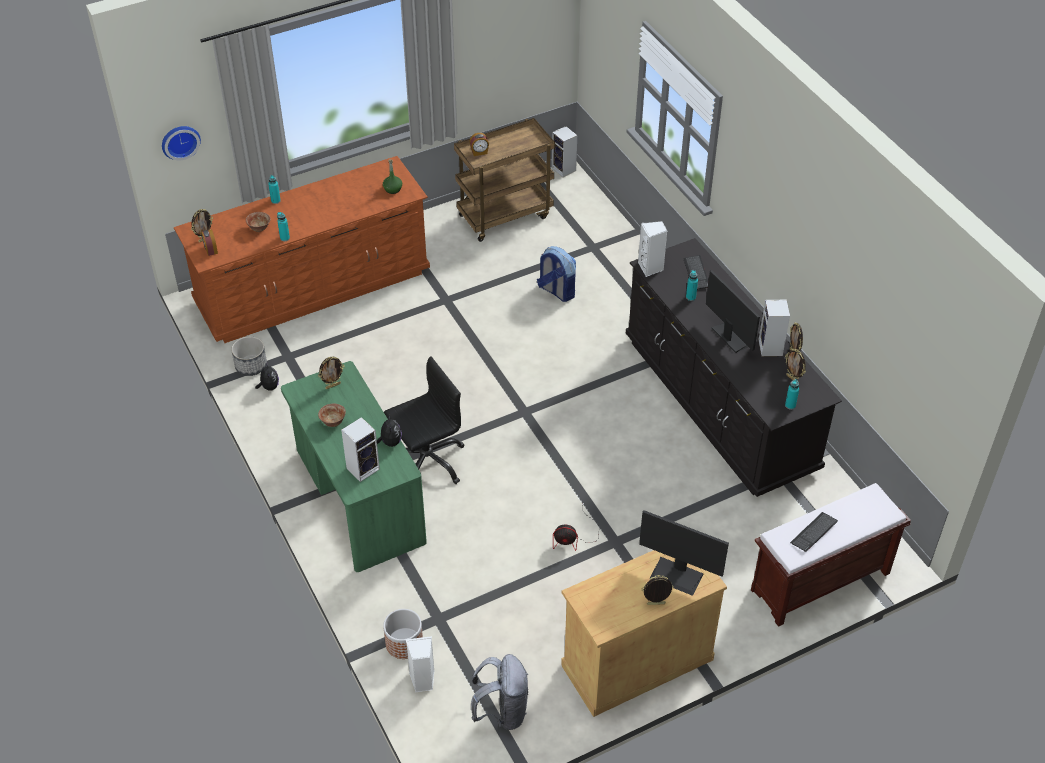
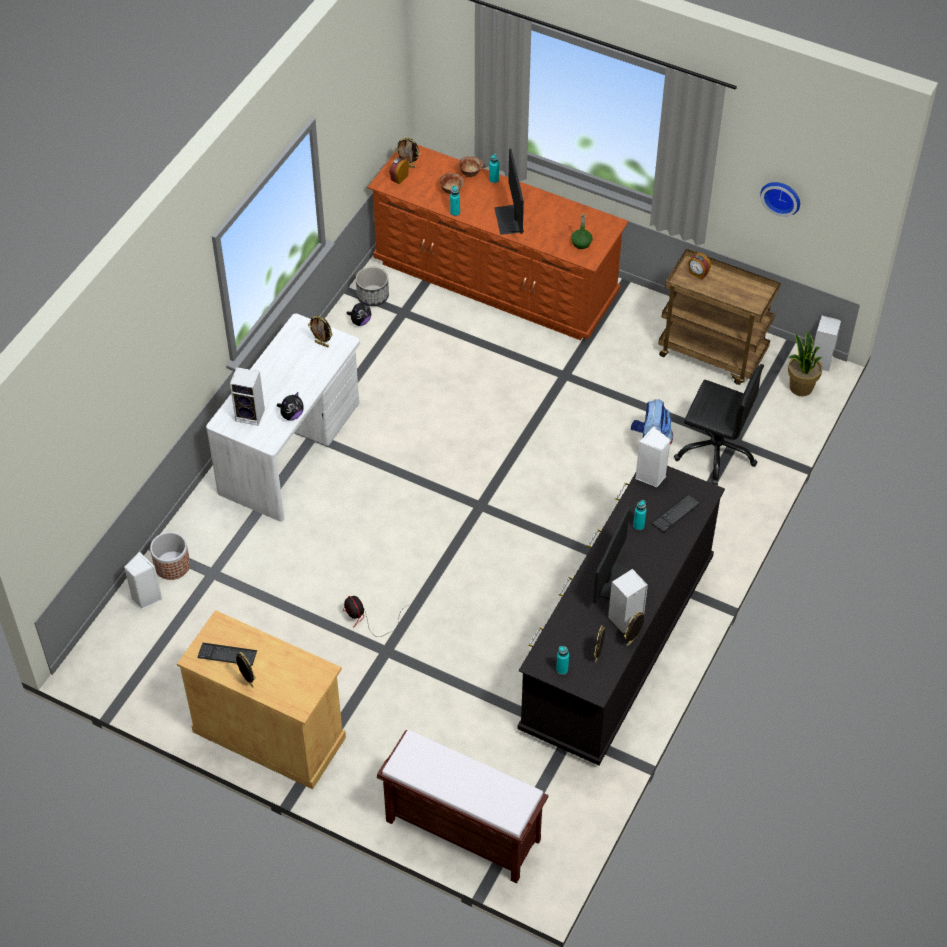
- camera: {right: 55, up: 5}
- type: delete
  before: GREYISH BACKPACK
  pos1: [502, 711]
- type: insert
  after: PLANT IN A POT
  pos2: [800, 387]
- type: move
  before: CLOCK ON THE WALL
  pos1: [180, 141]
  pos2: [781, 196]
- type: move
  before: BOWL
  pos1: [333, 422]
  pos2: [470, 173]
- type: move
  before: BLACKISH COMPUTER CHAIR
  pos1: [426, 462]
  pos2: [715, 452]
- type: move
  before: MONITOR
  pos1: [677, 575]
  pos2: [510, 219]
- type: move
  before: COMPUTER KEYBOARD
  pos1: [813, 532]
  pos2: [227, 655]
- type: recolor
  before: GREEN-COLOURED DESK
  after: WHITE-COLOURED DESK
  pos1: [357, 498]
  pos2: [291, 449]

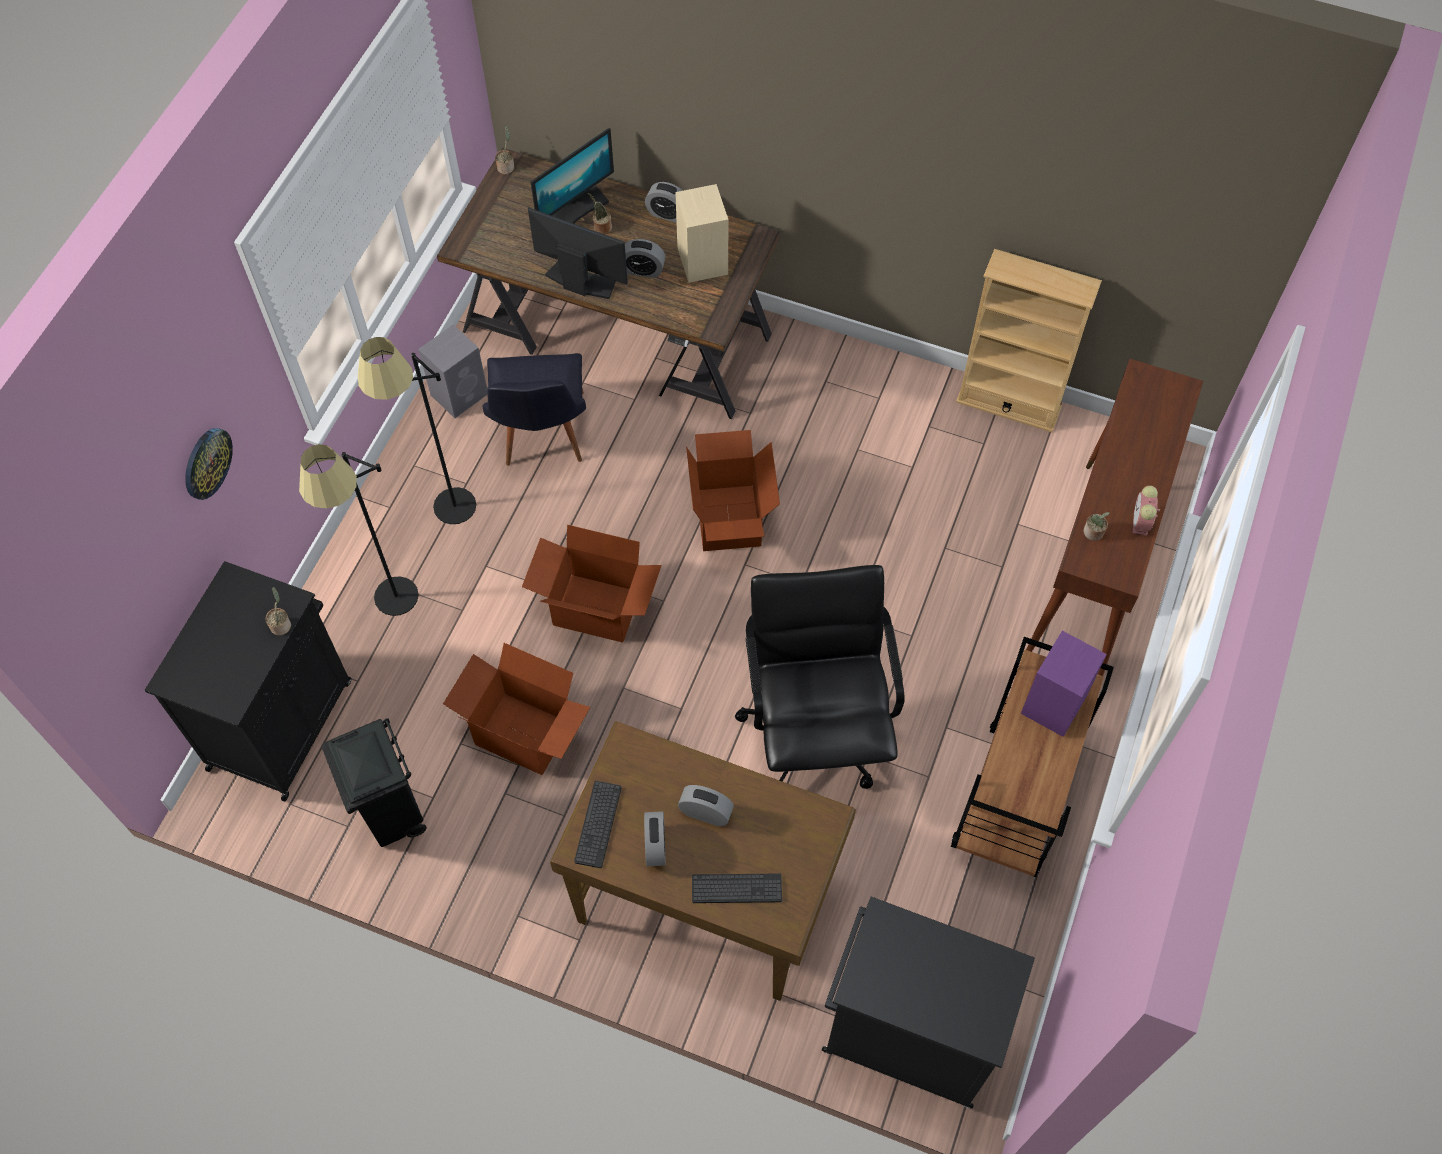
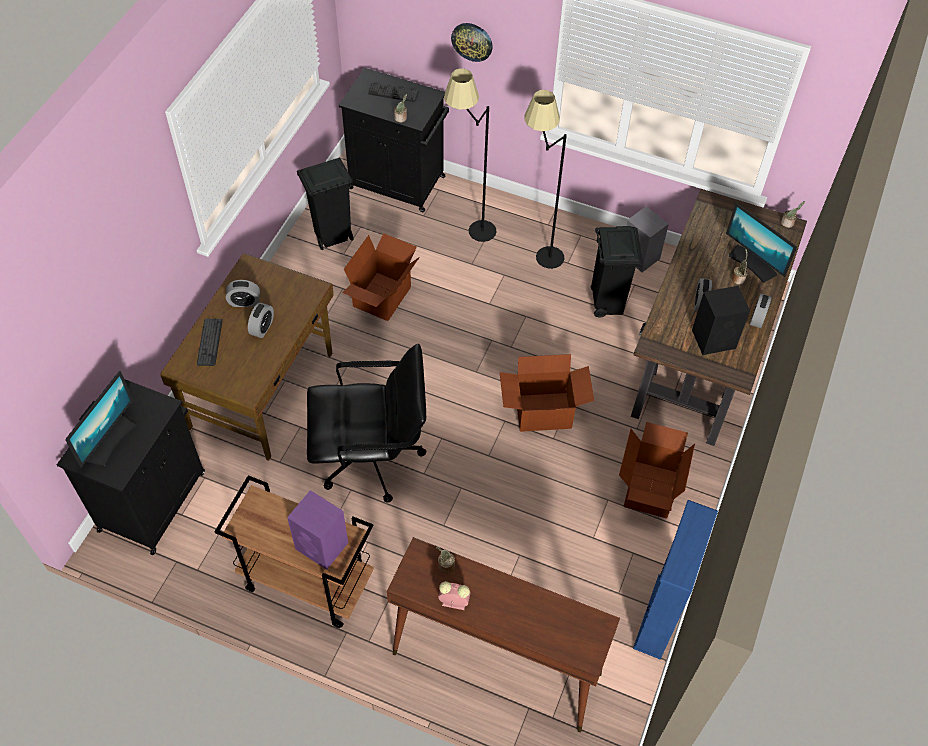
- camera: {right: 90, up: -5}
- type: move
  before: CARDBOARD BOX
  pos1: [596, 609]
  pos2: [649, 489]
- type: move
  before: MONITOR
  pos1: [580, 281]
  pos2: [109, 440]
- type: move
  before: COMPUTER KEYBOARD
  pos1: [598, 824]
  pos2: [393, 93]
- type: replace
  before: BLACKISH UPRIGHT CHAIR
  after: BLACKISH WASTE BIN
  pos1: [542, 437]
  pos2: [607, 303]
- type: recolor
  before: BEIGE AUDIO SPEAKER
  after: BLACKISH AUDIO SPEAKER
  pos1: [702, 260]
  pos2: [714, 339]
- type: recolor
  before: BEIGE BOOKCASE
  after: BLUE BOOKCASE
  pos1: [1008, 404]
  pos2: [659, 616]

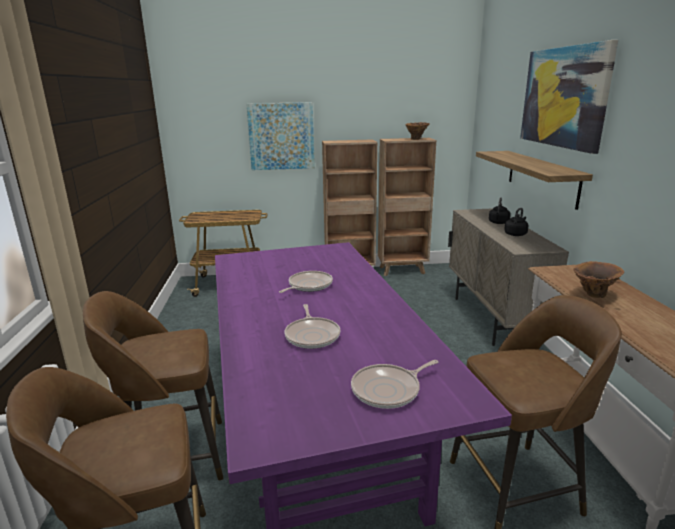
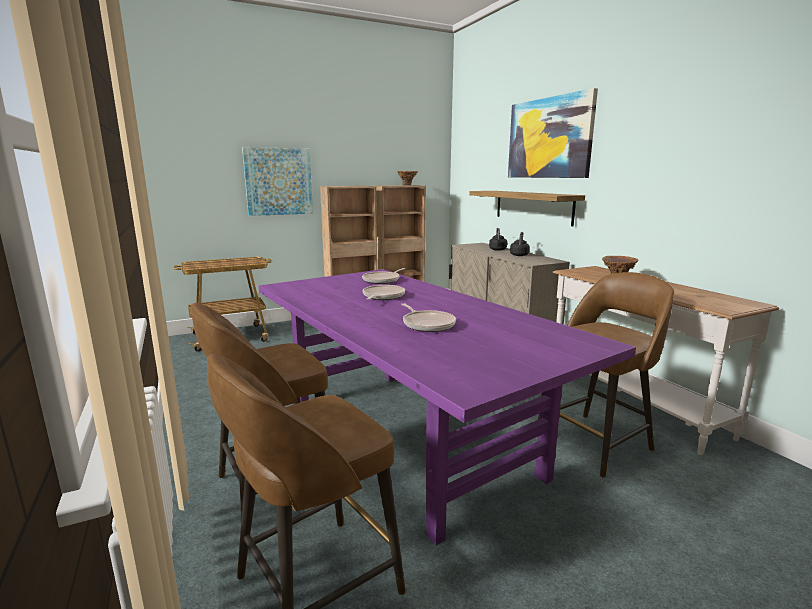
- camera: {right: -20, up: -5}
- type: move
  before: SKILLET
  pos1: [388, 390]
  pos2: [382, 280]

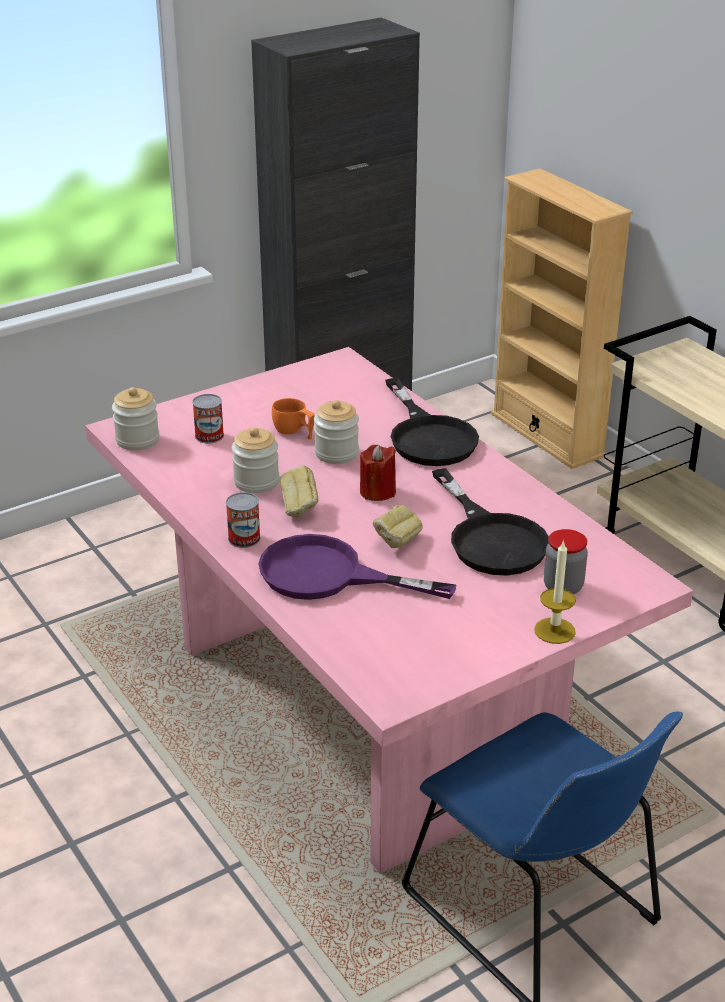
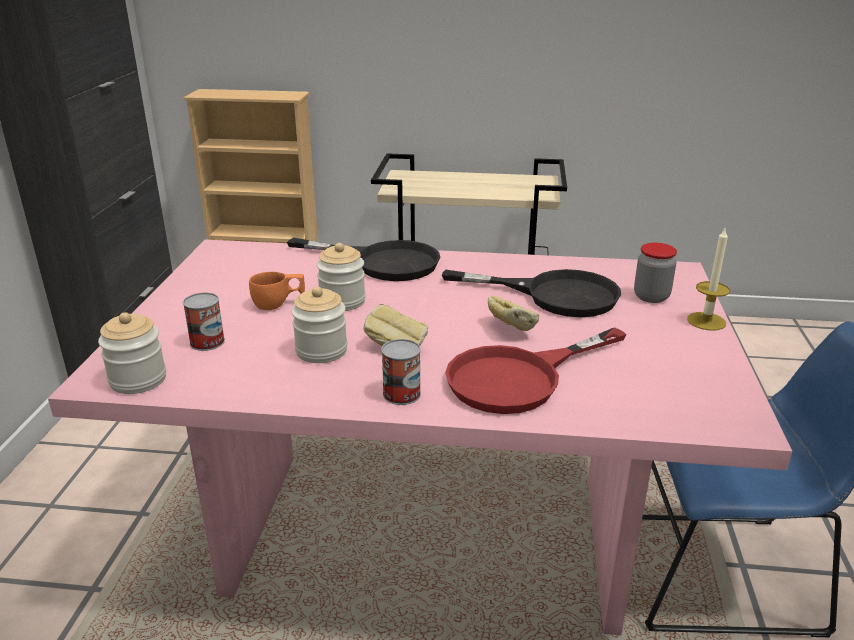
- camera: {right: -50, up: -5}
- type: delete
  before: RED WAX LIGHT
  pos1: [377, 492]
- type: recolor
  before: PURPLE SKILLET
  after: RED SKILLET
  pos1: [329, 575]
  pos2: [519, 377]

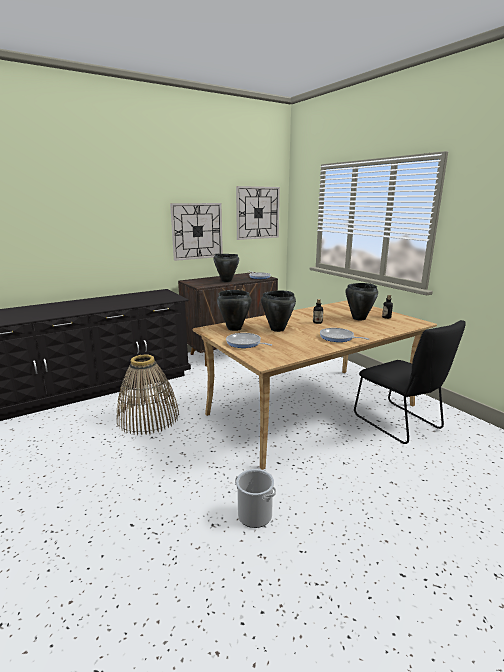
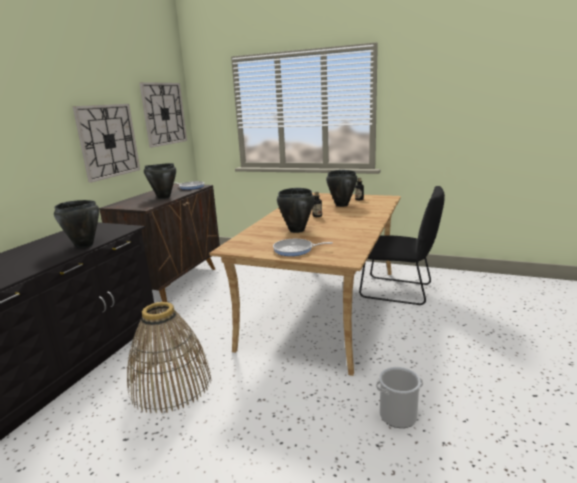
- camera: {right: -35, up: 0}
- type: delete
  before: SKILLET
  pos1: [338, 338]
- type: move
  before: BLACKISH SAUCEPOT
  pos1: [234, 328]
  pos2: [84, 245]

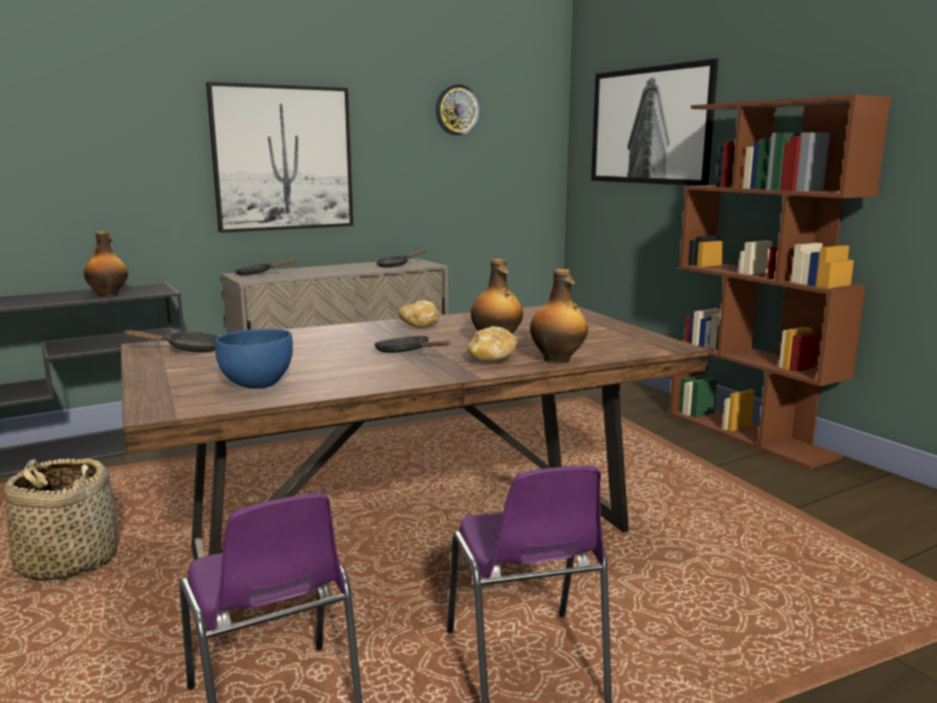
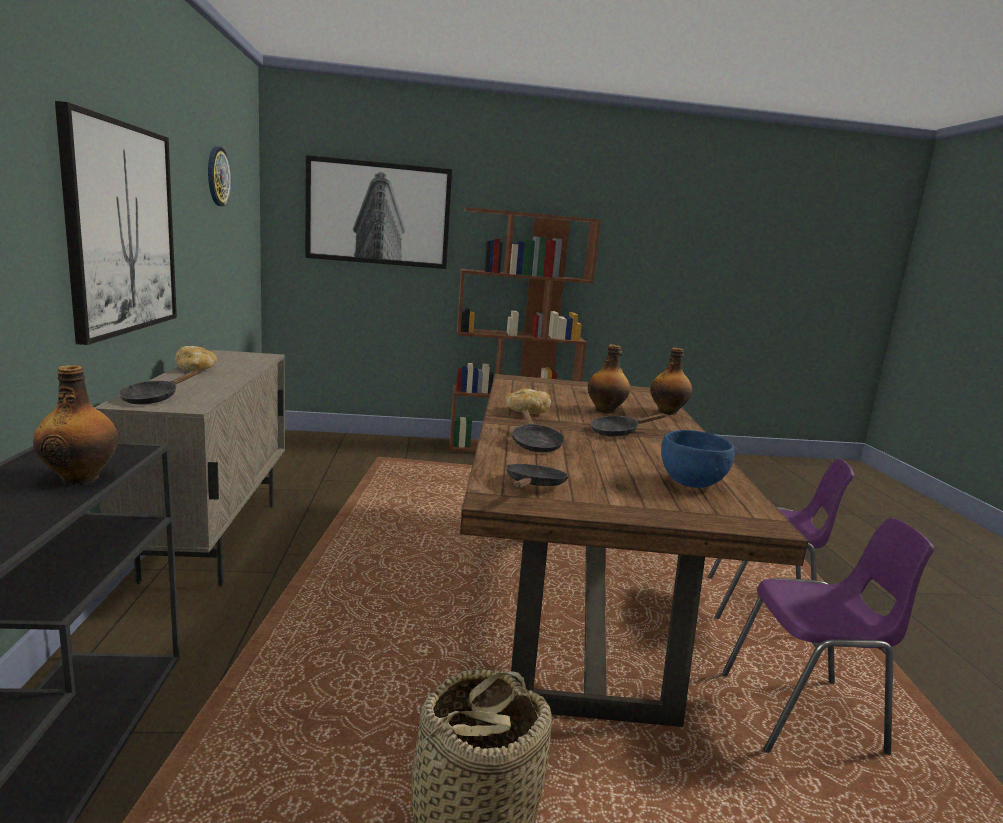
- camera: {right: -65, up: 0}
- type: move
  before: BLACKISH SKILLET
  pos1: [396, 265]
  pos2: [535, 444]
- type: move
  before: BREAD
  pos1: [491, 359]
  pos2: [196, 369]

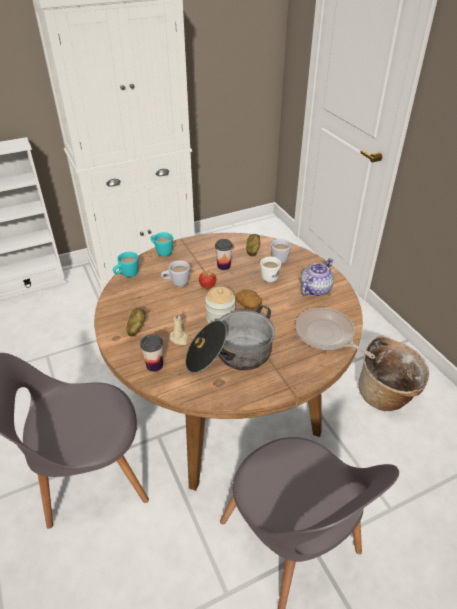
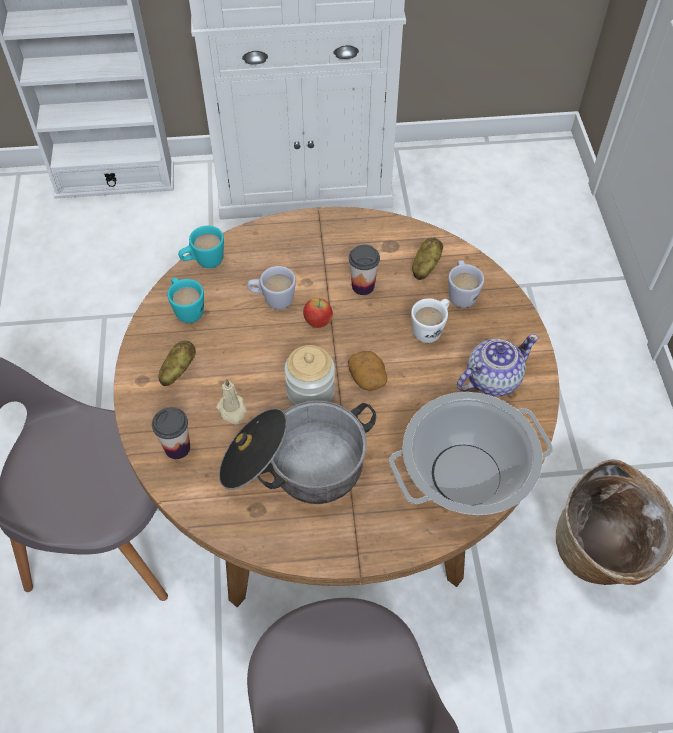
- camera: {right: 20, up: 15}
- type: move
  before: TURQUOISE-COLOURED MUG
  pos1: [162, 251]
  pos2: [187, 309]
- type: replace
  before: SKILLET
  after: SAUCEPOT
  pos1: [326, 335]
  pos2: [465, 476]

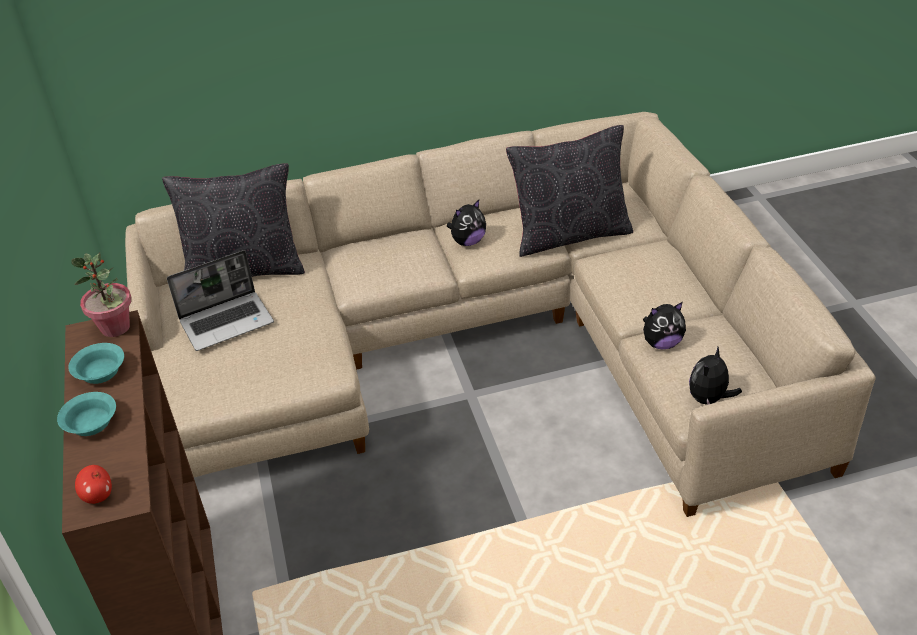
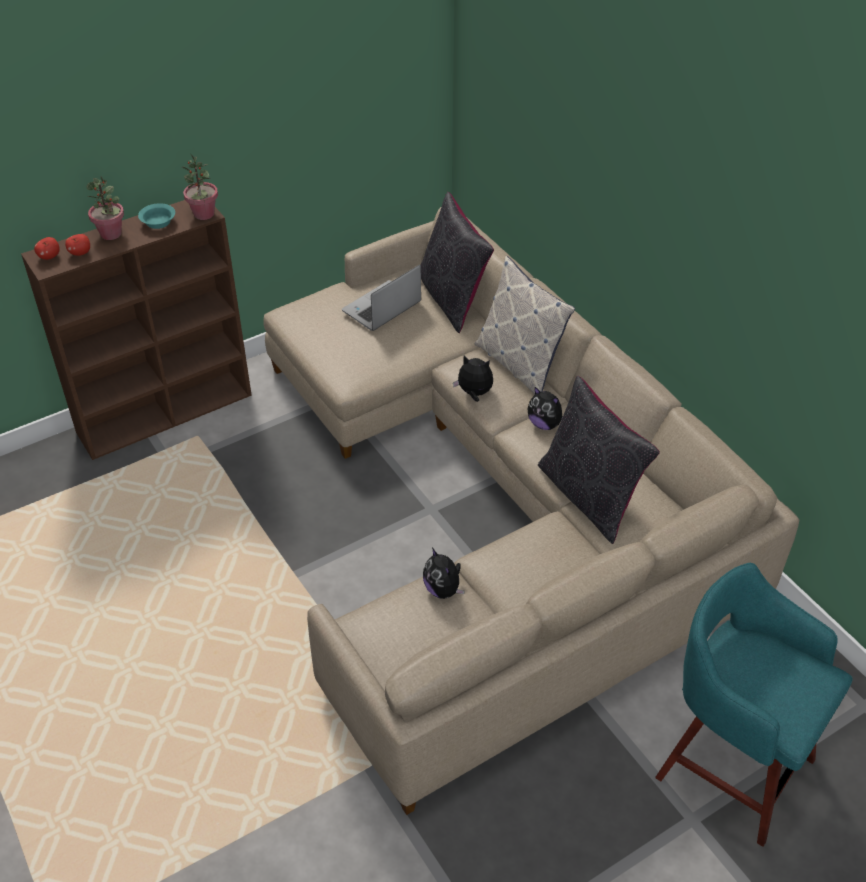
- camera: {right: 70, up: 5}
- type: insert
  after: APPLE FRUIT
  pos2: [80, 253]
- type: insert
  after: THROW PILLOW
  pos2: [519, 364]
- type: insert
  after: TURQUOISE-COLOURED STOOL
  pos2: [730, 765]
- type: move
  before: CUDDLY TOY
  pos1: [709, 399]
  pos2: [474, 393]
- type: replace
  before: TURQUOISE-COLOURED BOWL
  after: PLANT IN A POT
  pos1: [91, 422]
  pos2: [111, 234]
- type: rotate
  before: NOTEBOOK COMPUTER
  pos1: [227, 321]
  pos2: [381, 308]
  turn: 90

